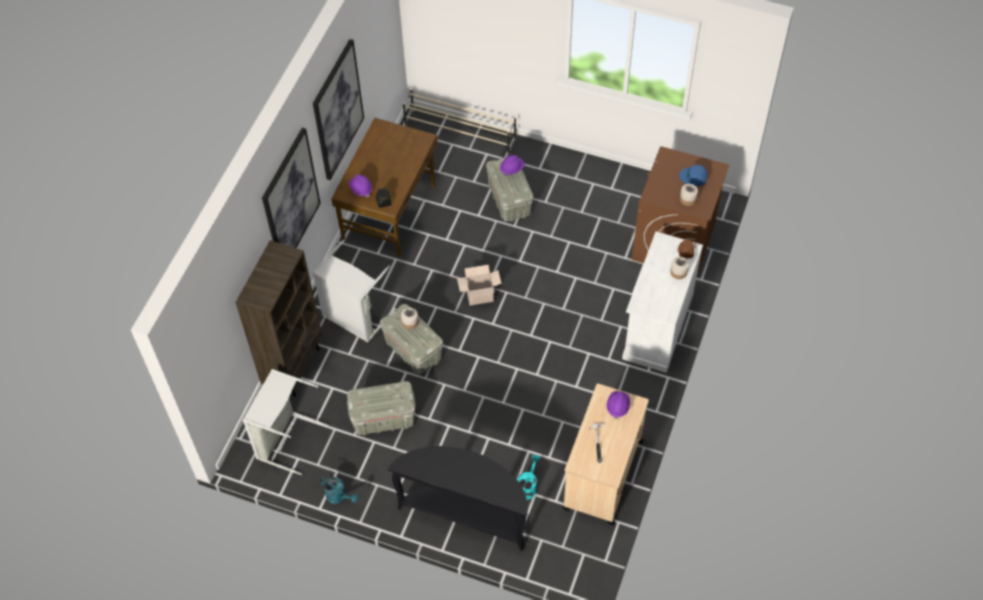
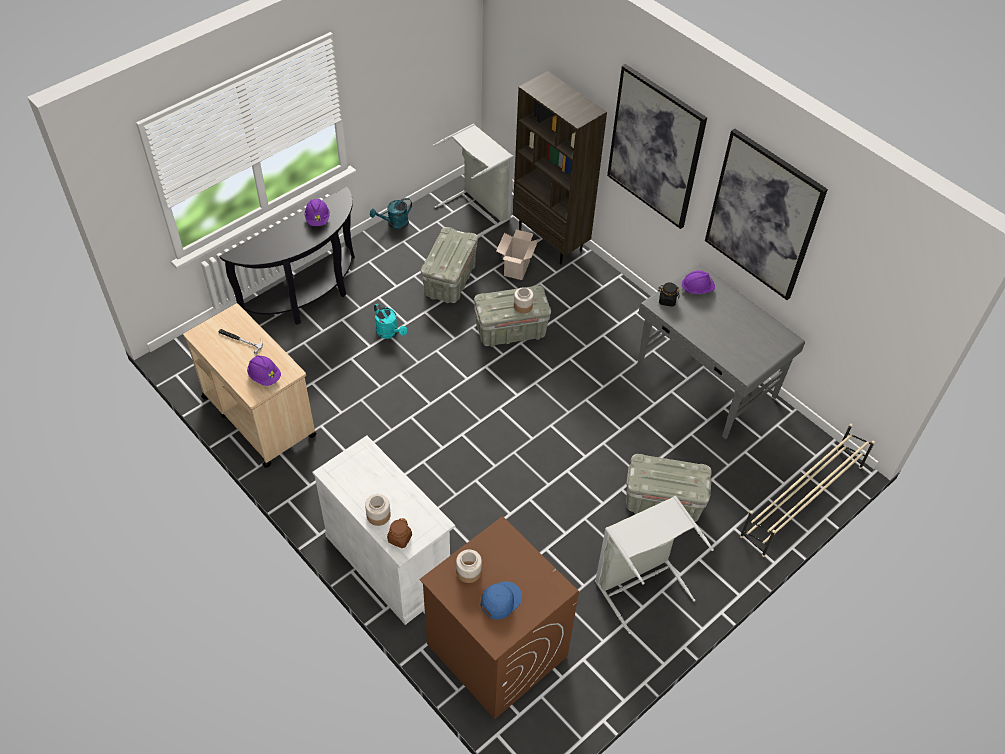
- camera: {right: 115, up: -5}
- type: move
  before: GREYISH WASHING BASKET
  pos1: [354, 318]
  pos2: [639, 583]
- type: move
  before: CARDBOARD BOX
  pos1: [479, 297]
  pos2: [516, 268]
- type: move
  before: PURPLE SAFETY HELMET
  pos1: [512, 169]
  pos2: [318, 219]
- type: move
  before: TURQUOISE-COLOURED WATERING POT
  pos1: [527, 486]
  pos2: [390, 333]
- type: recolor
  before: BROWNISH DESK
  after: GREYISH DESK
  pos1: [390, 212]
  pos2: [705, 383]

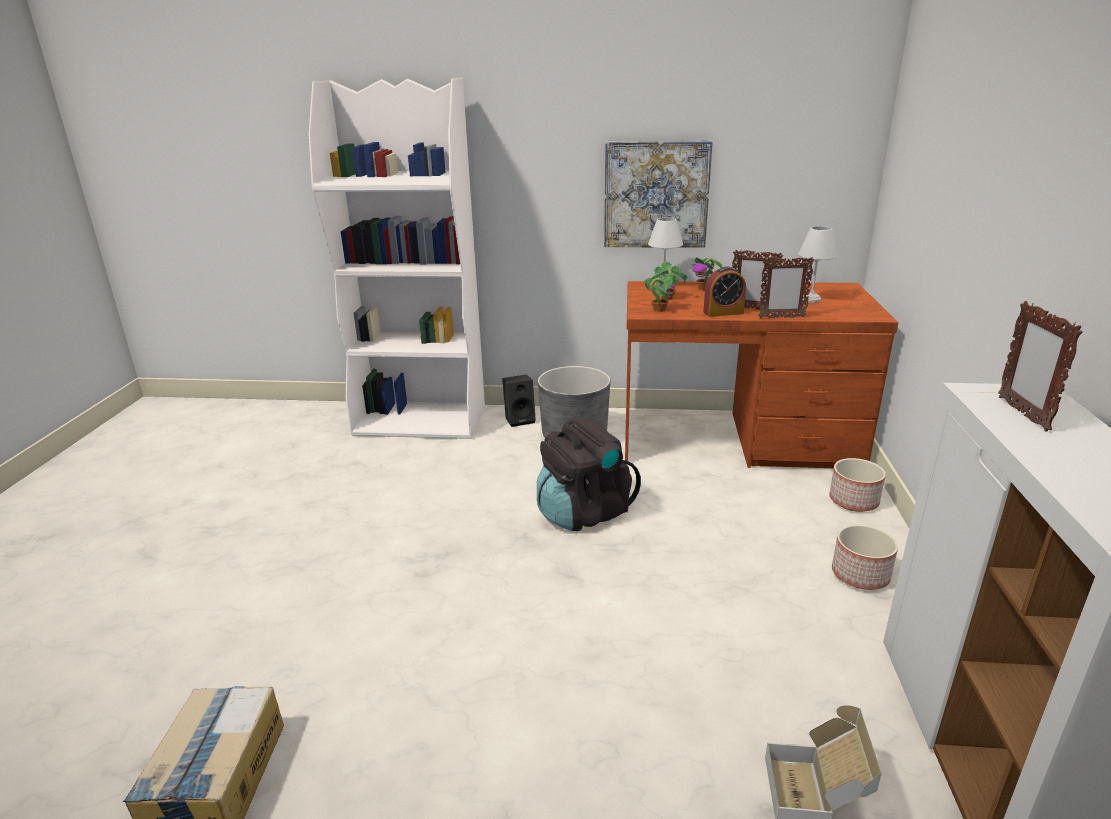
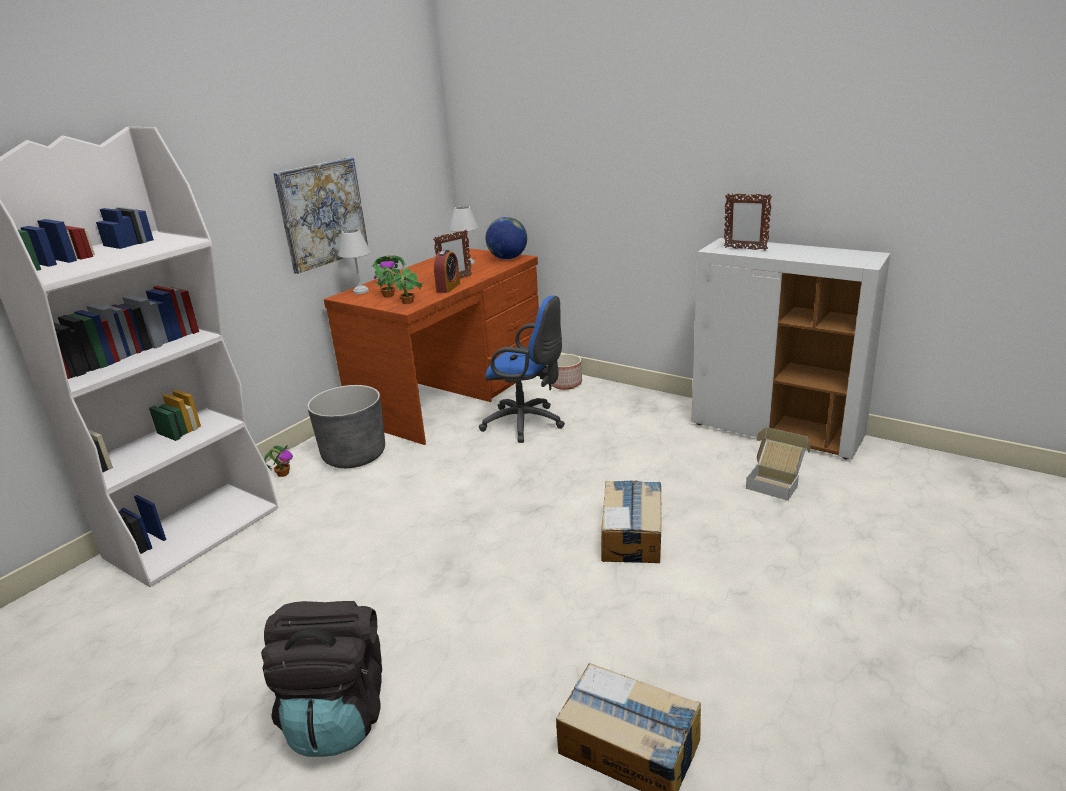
- camera: {right: -60, up: 0}
- type: delete
  before: STANDING FRAME
  pos1: [781, 317]
- type: delete
  before: PLANT POT
  pos1: [860, 575]
- type: insert
  after: BLUE COMPUTER CHAIR
  pos2: [527, 423]
- type: insert
  after: GLOBE
  pos2: [507, 258]
- type: insert
  after: CARDBOARD BOX
  pos2: [632, 534]
- type: move
  before: BLACKISH BACKPACK
  pos1: [583, 512]
  pos2: [337, 714]
- type: replace
  before: BLACKISH AUDIO SPEAKER
  after: PLANT IN A POT
  pos1: [520, 419]
  pos2: [283, 473]

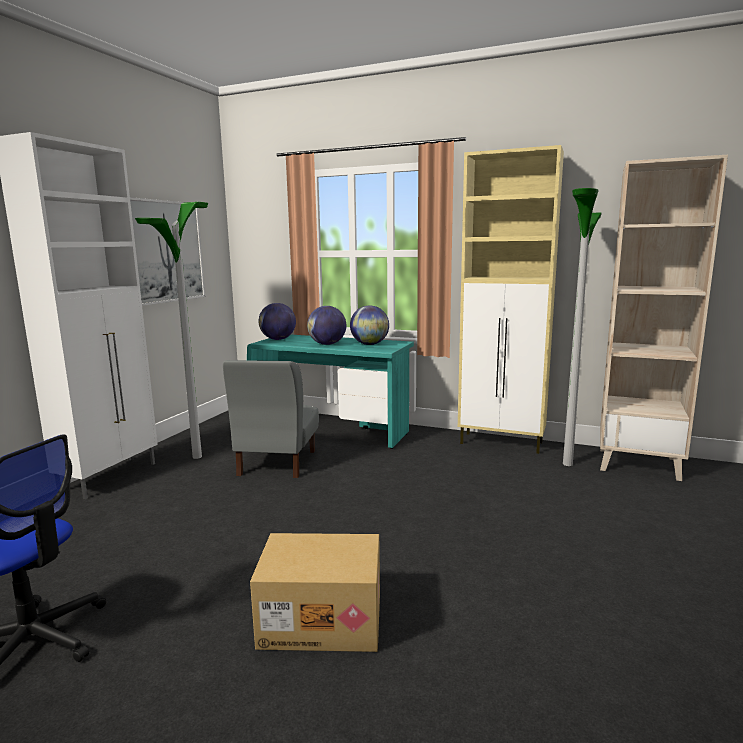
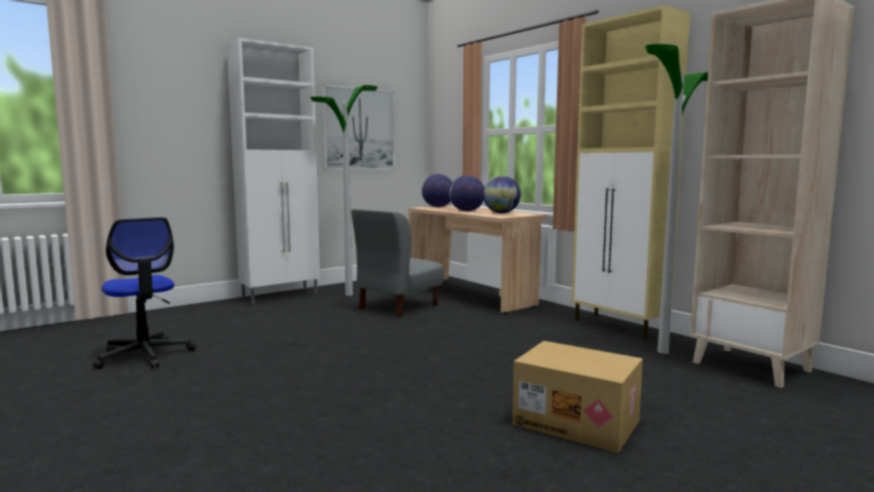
- camera: {right: 30, up: -5}
- type: move
  before: CARDBOARD BOX
  pos1: [323, 619]
  pos2: [577, 422]
- type: recolor
  before: TURQUOISE-COLOURED DESK
  after: BEIGE DESK
  pos1: [328, 431]
  pos2: [469, 295]

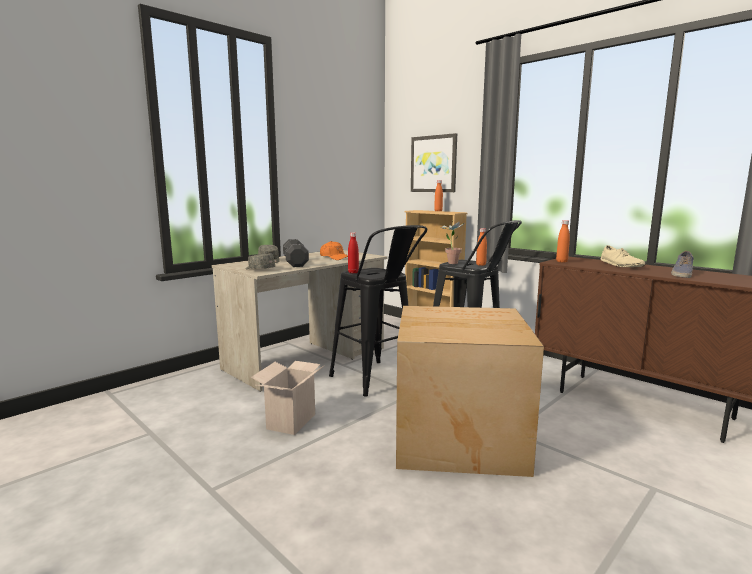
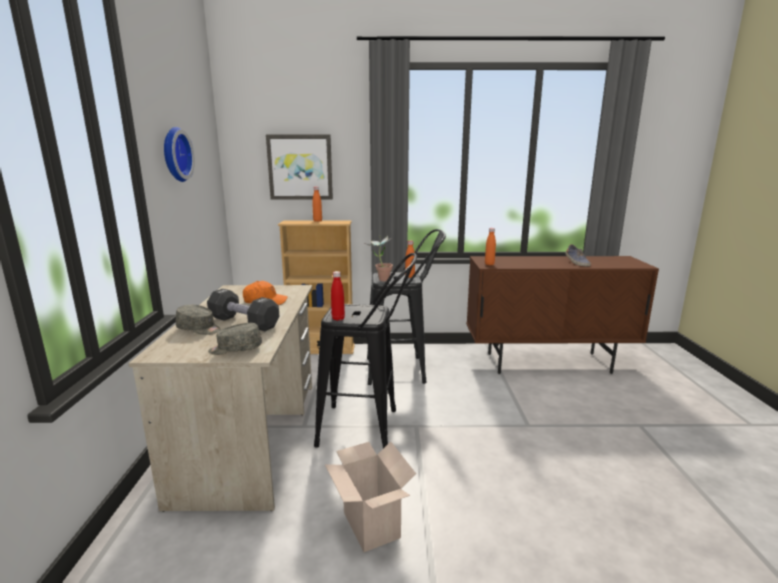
- camera: {right: -45, up: 5}
- type: delete
  before: CARDBOARD BOX
  pos1: [456, 436]
- type: delete
  before: BEIGE SHOE
  pos1: [620, 265]
- type: insert
  after: CLOCK ON THE WALL
  pos2: [174, 154]

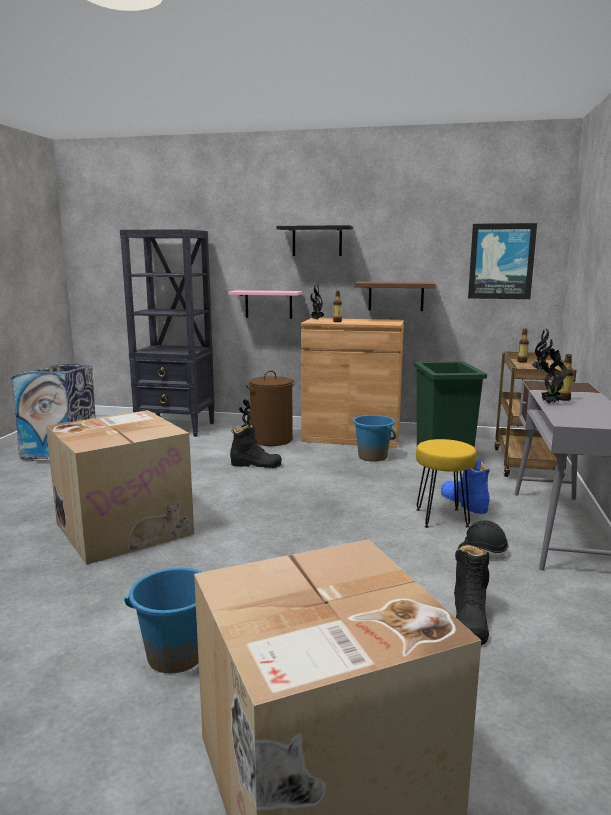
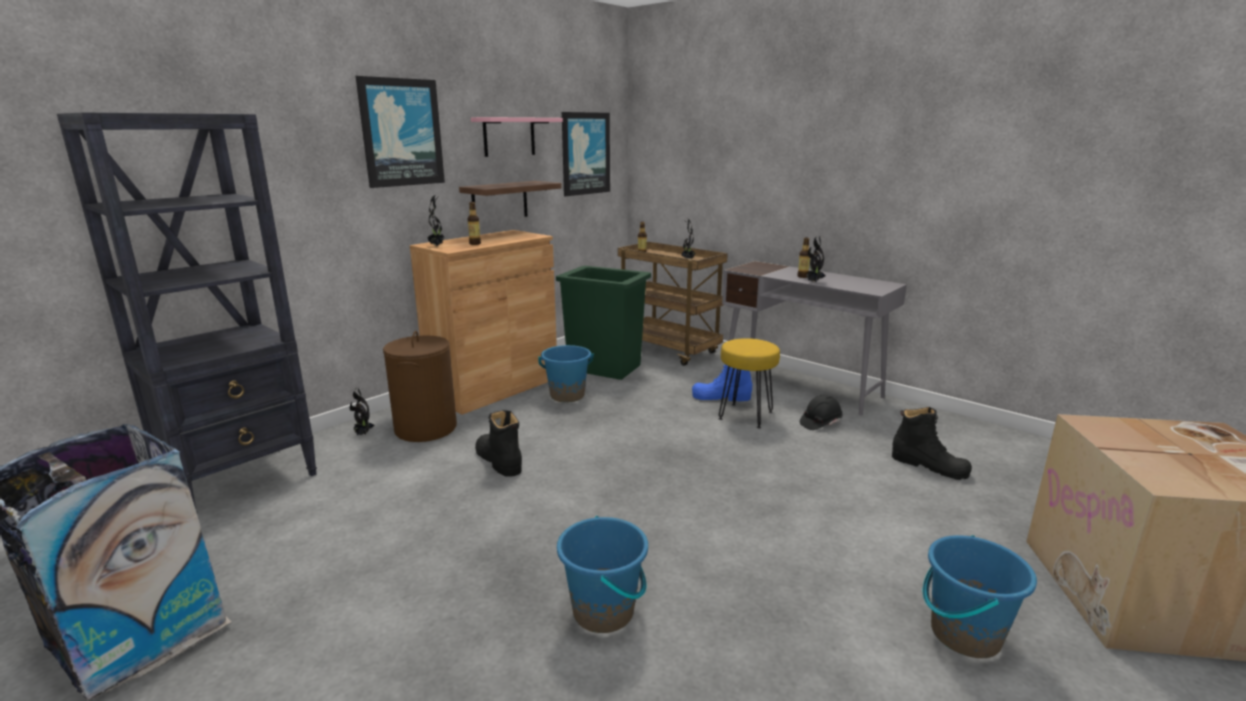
- camera: {right: -60, up: 5}
- type: move
  before: PINK-COLOURED BRACKET SHELF
  pos1: [268, 304]
  pos2: [509, 136]
- type: replace
  before: CARDBOARD BOX
  after: BLUE WATER BUCKET
  pos1: [125, 527]
  pos2: [604, 611]
- type: replace
  before: BLACKISH BRACKET SHELF
  after: PICTURE
  pos1: [317, 241]
  pos2: [401, 133]
- type: rotate
  before: BLACKISH TALL BOOT
  pos1: [256, 464]
  pos2: [498, 460]
  turn: -75

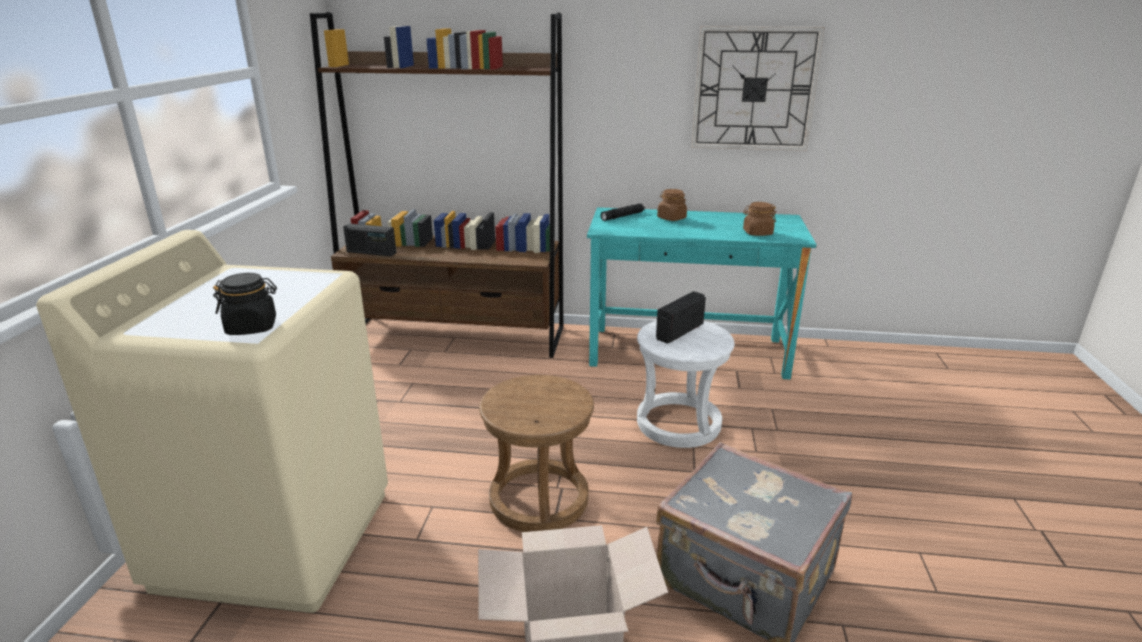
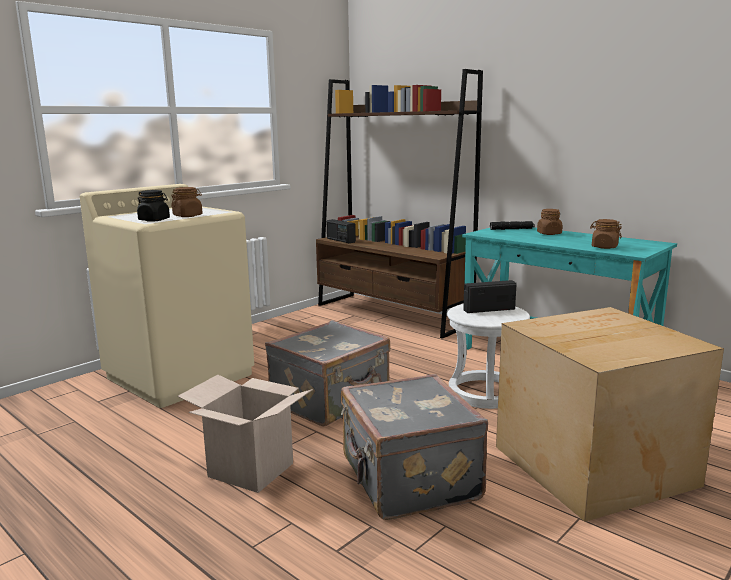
- camera: {right: 35, up: -10}
- type: delete
  before: CLOCK ON THE WALL
  pos1: [754, 89]
- type: insert
  after: BROWNISH JAR
  pos2: [188, 216]
- type: insert
  after: CARDBOARD BOX
  pos2: [590, 465]
- type: replace
  before: BROWNISH STOOL
  after: GREYISH PIECE OF LUGGAGE
  pos1: [538, 499]
  pos2: [331, 401]

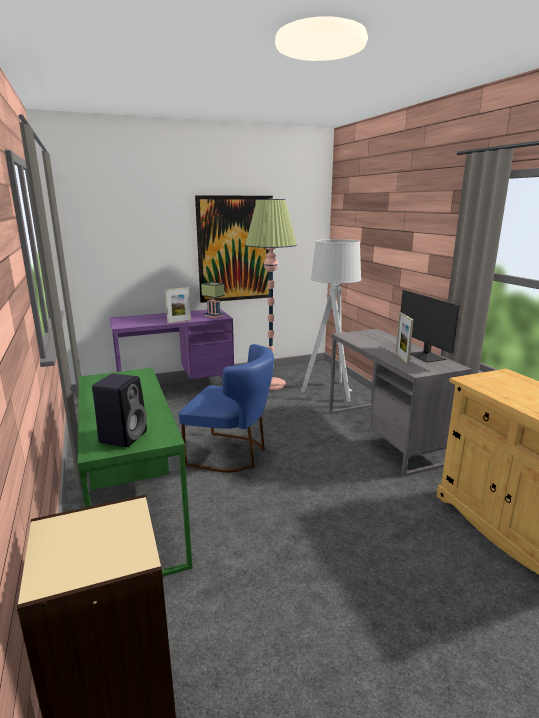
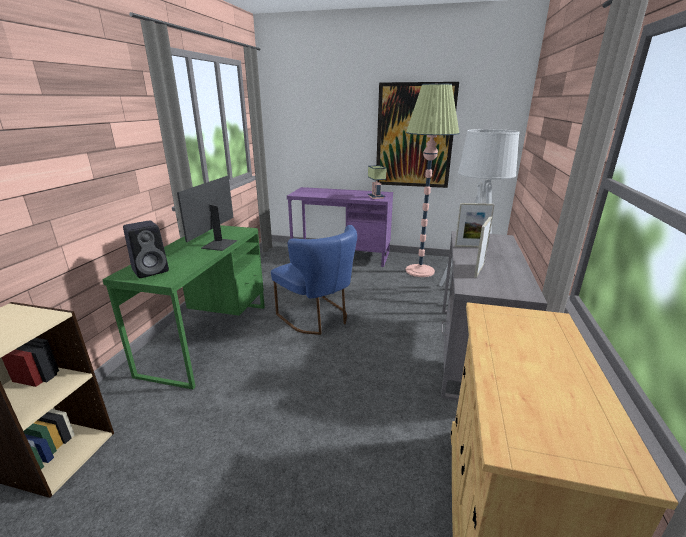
- camera: {right: 35, up: 5}
- type: move
  before: STANDING FRAME
  pos1: [179, 321]
  pos2: [471, 246]
- type: move
  before: MONITOR
  pos1: [426, 357]
  pos2: [218, 244]

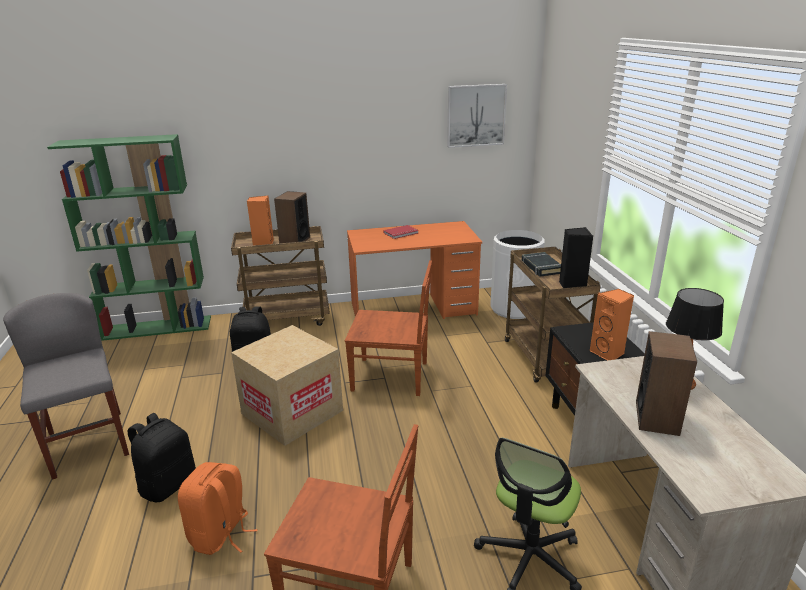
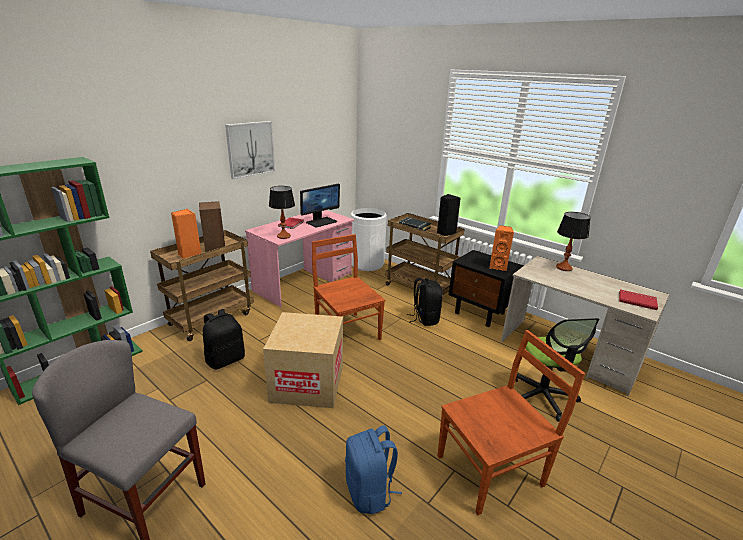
- camera: {right: -40, up: 0}
- type: delete
  before: AUDIO SPEAKER
  pos1: [657, 418]
- type: insert
  after: LAMP FOR A TABLE
  pos2: [283, 236]
- type: insert
  after: MONITOR
  pos2: [321, 222]
- type: insert
  after: RED BOUND BOOK
  pos2: [637, 300]
- type: move
  before: BLACKISH BACKPACK
  pos1: [168, 484]
  pos2: [424, 318]
- type: move
  before: PICTURE
  pos1: [476, 115]
  pos2: [250, 149]
- type: recolor
  before: ORANGE BACKPACK
  after: BLUE BACKPACK
  pos1: [221, 534]
  pos2: [369, 492]
- type: recolor
  before: ORANGE DESK
  after: PINK-COLOURED DESK
  pos1: [413, 309]
  pos2: [304, 282]
- type: rotate
  before: BROWNISH UPRIGHT CHAIR
  pos1: [392, 377]
  pos2: [347, 331]
  turn: -90

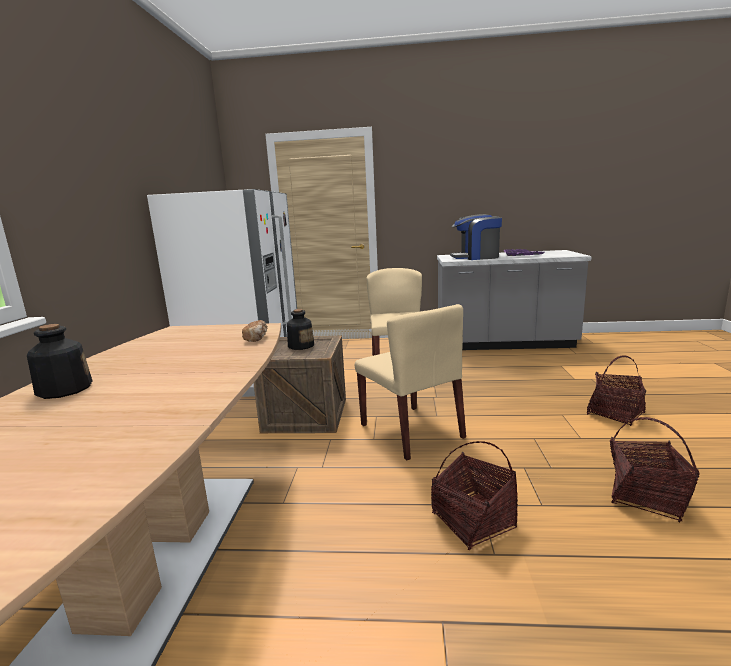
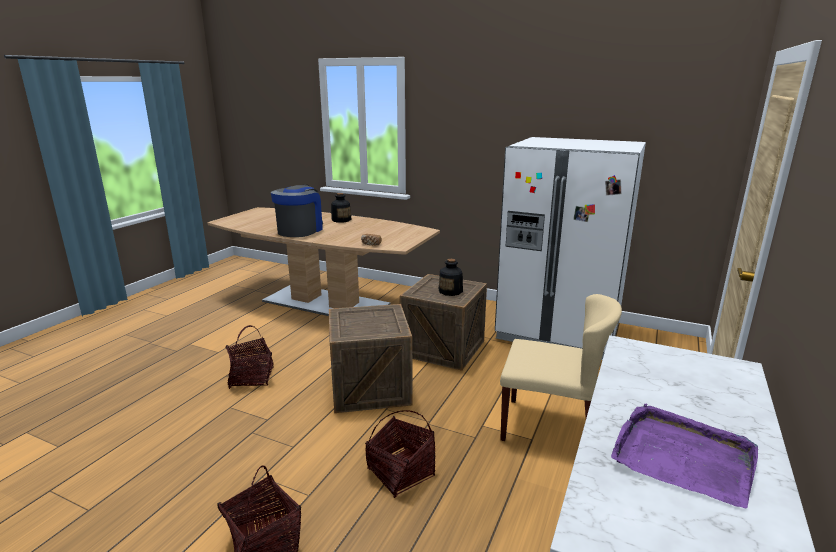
- camera: {right: 110, up: 5}
- type: move
  before: COFFEE MAKER
  pos1: [476, 257]
  pos2: [300, 230]
- type: move
  before: BASKET
  pos1: [645, 498]
  pos2: [400, 473]
- type: replace
  before: BEIGE UPRIGHT CHAIR
  after: PACKING CRATE
  pos1: [412, 431]
  pos2: [370, 387]

